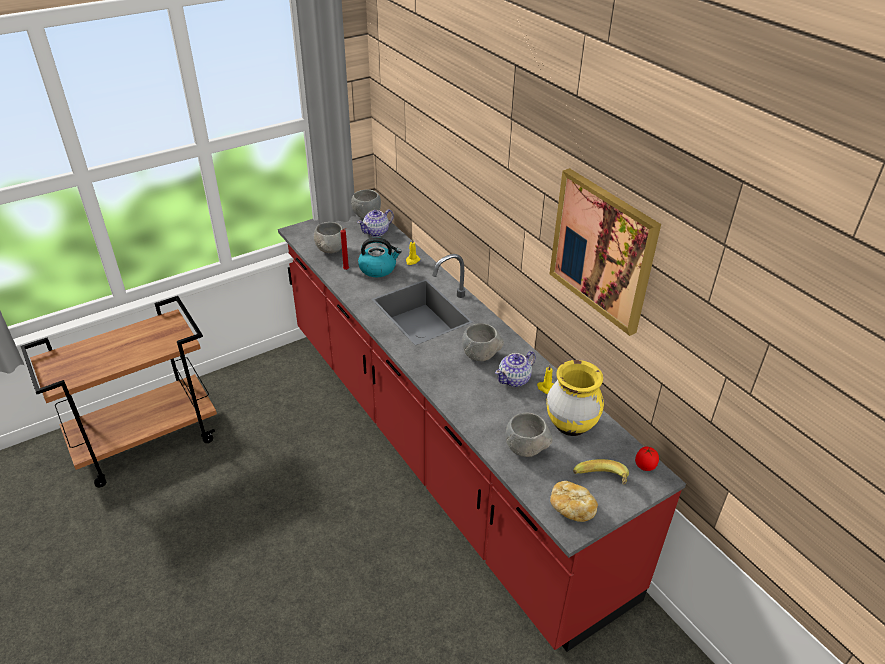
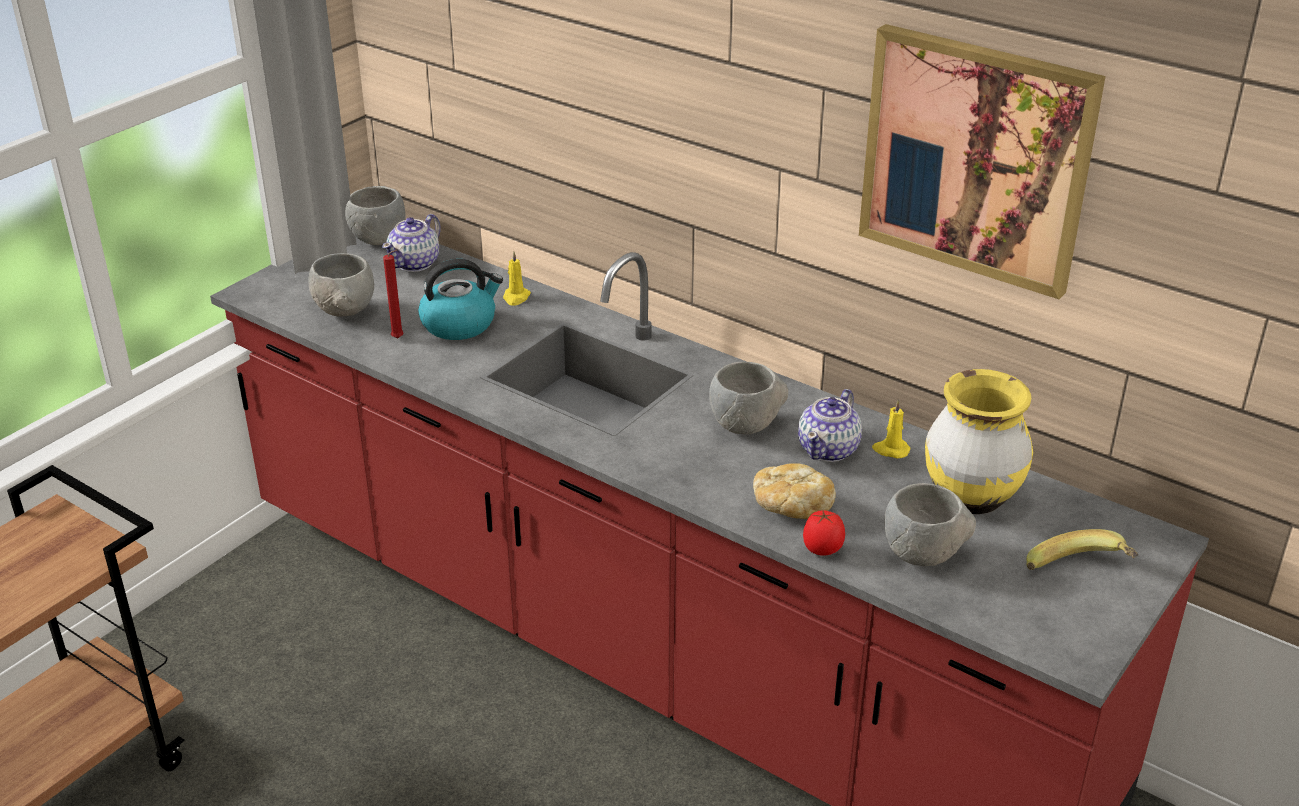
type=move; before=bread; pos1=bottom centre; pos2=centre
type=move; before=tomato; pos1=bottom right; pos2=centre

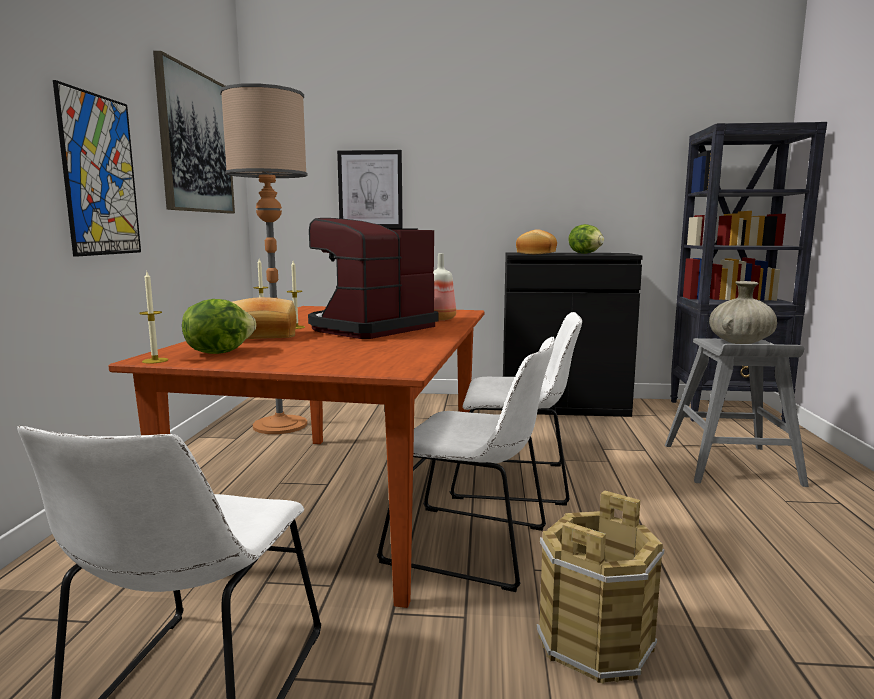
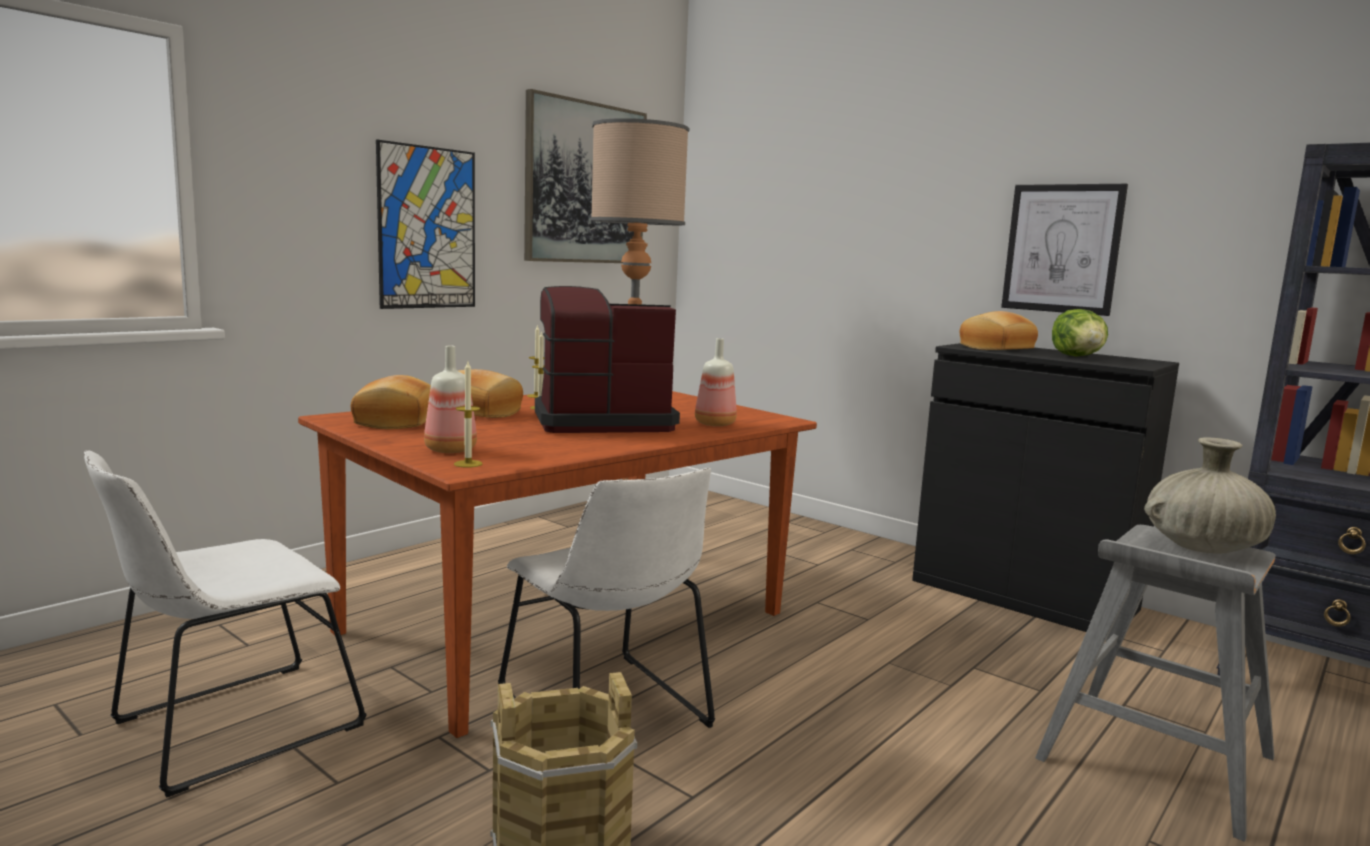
type=move; before=candle (1st from left); pos1=middle left; pos2=centre
type=replace; before=lettuce (1st from left); after=bread (1st from left); pos1=middle left; pos2=middle left
type=move; before=picture (3rd from left); pos1=top centre; pos2=top right
type=delete; before=white chair (3rd from left); pos1=centre
type=insert; after=bottle (1st from left); pos2=middle left

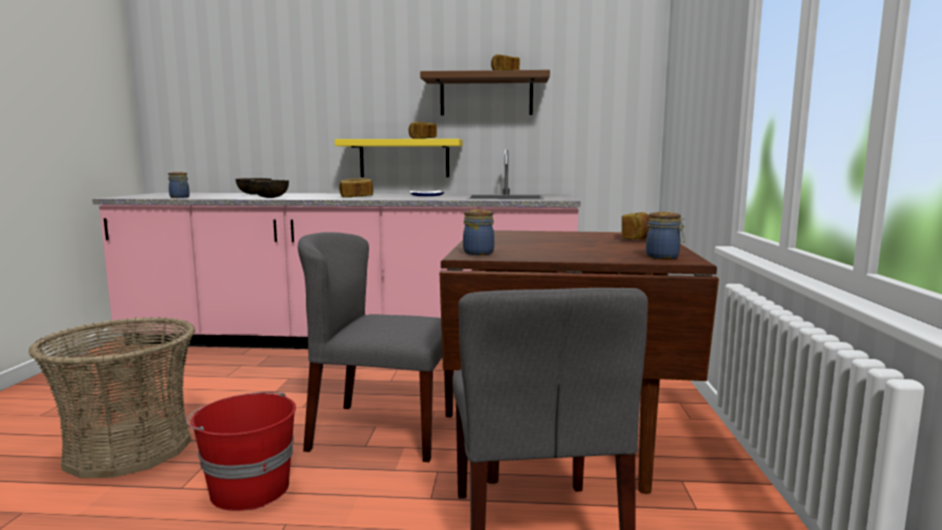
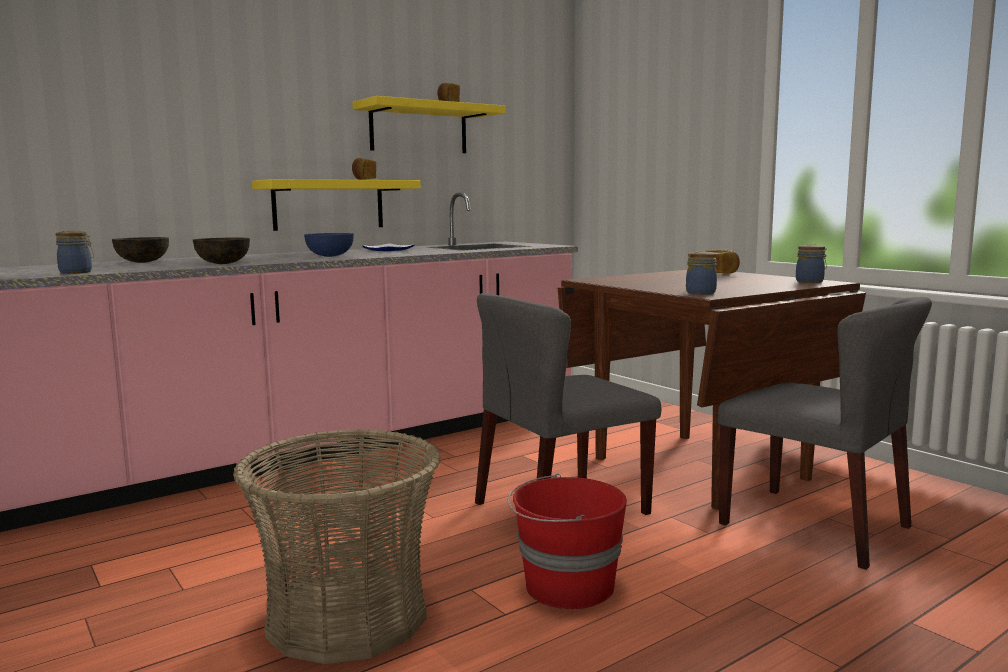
type=replace; before=bread (1st from left); after=blue bowl; pos1=centre; pos2=middle left
type=recolor; before=brown shelf; after=yellow shelf (2nd from left); pos1=top centre; pos2=top centre

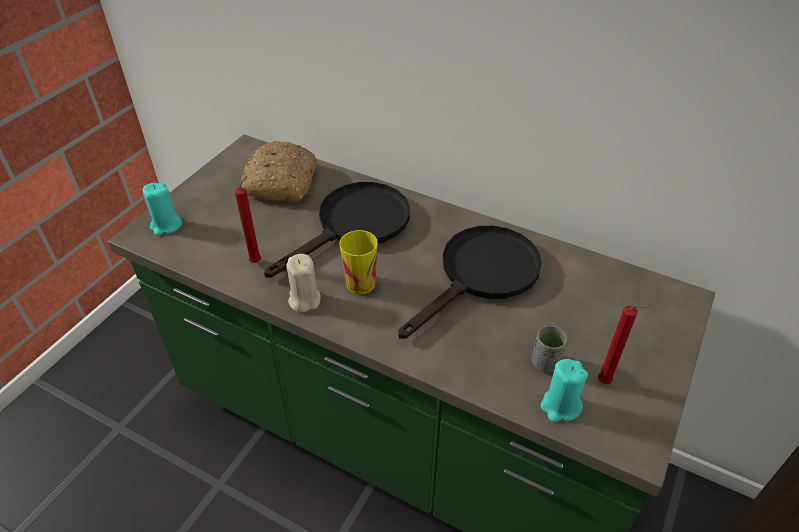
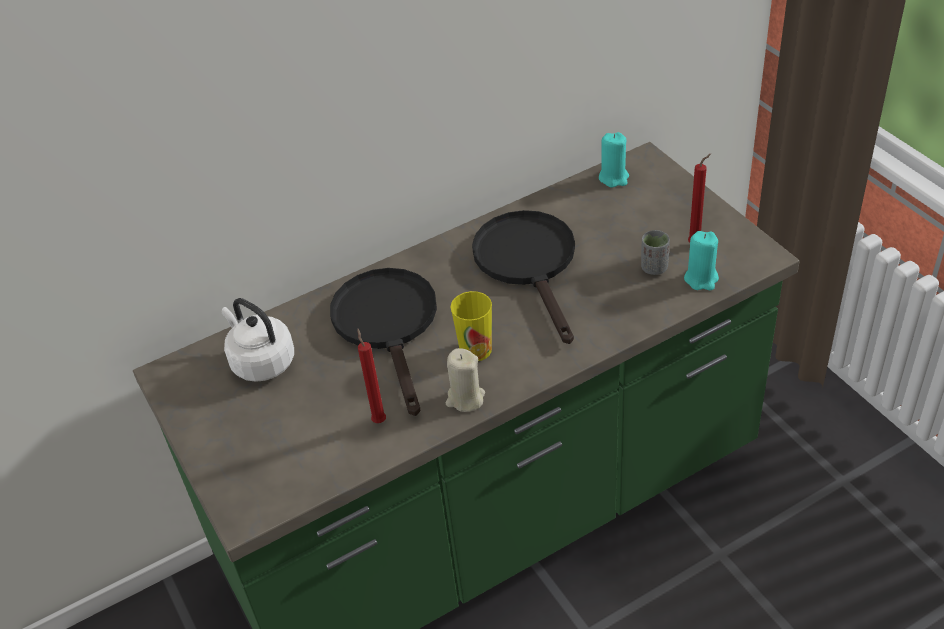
type=move; before=turquoise candle (1st from left); pos1=middle left; pos2=top centre
type=replace; before=bread; after=white kettle; pos1=top centre; pos2=middle left

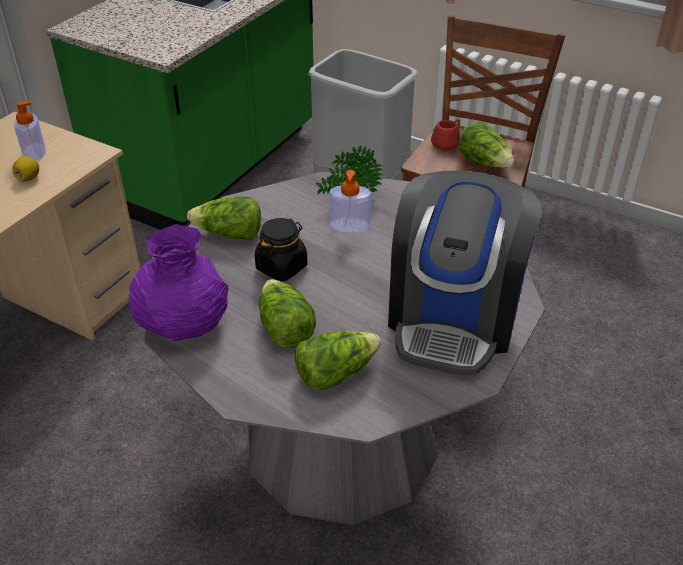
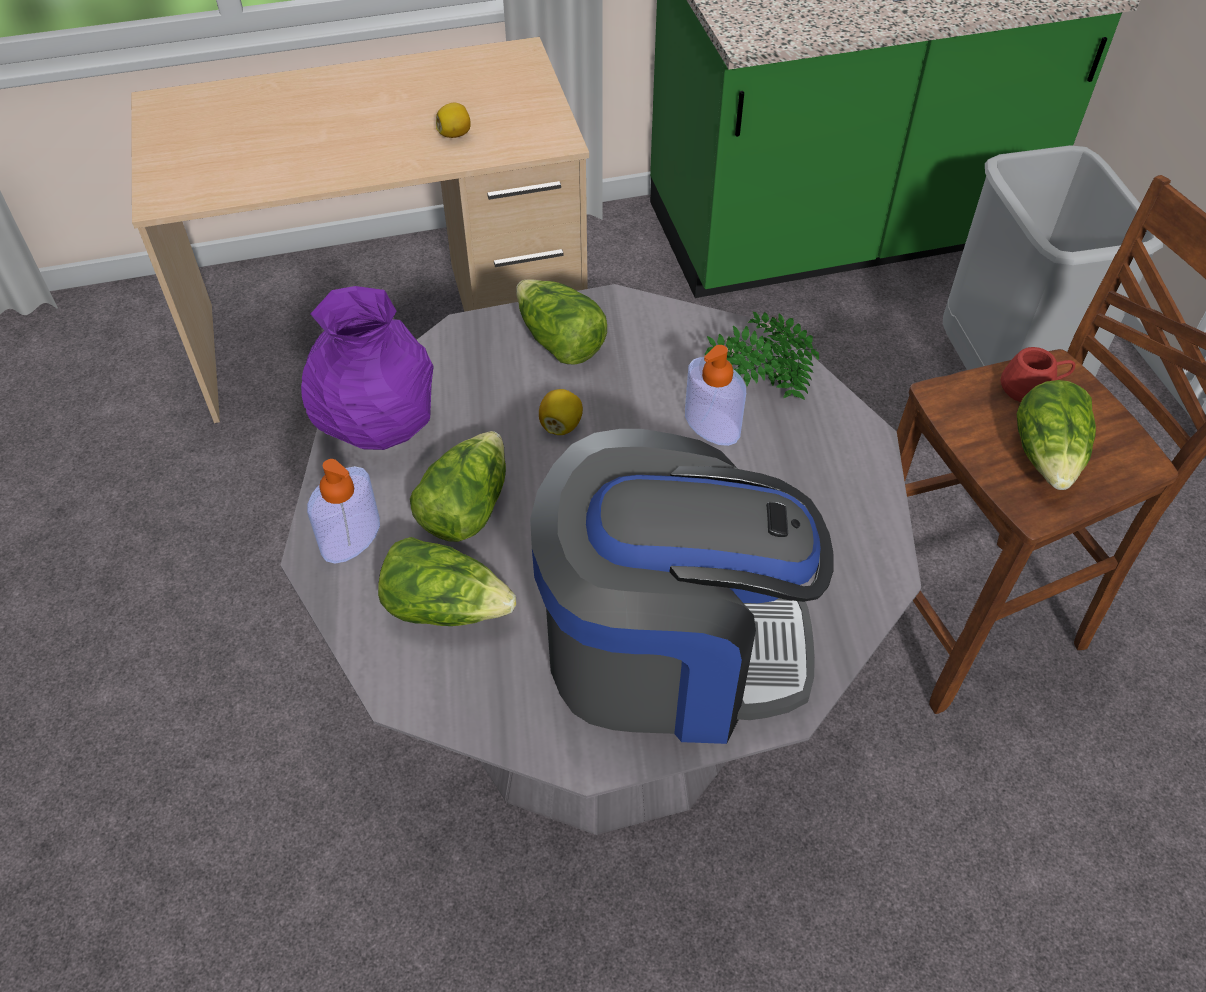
type=move; before=soap dispenser (1st from left); pos1=top left; pos2=middle left
type=replace; before=black jar; after=lemon (2nd from left); pos1=centre; pos2=centre
type=rotate; before=coffee machine; pos1=middle right; pos2=centre; turn=-150

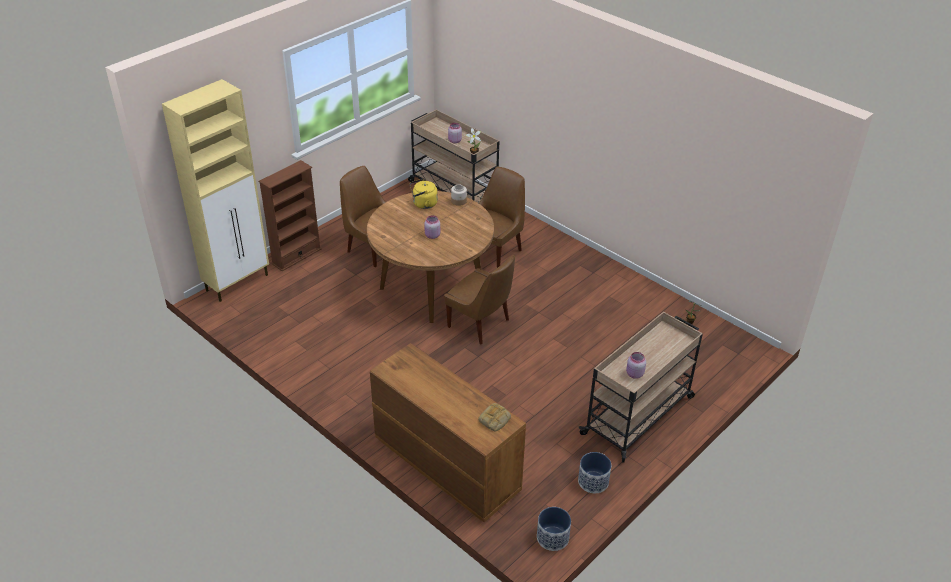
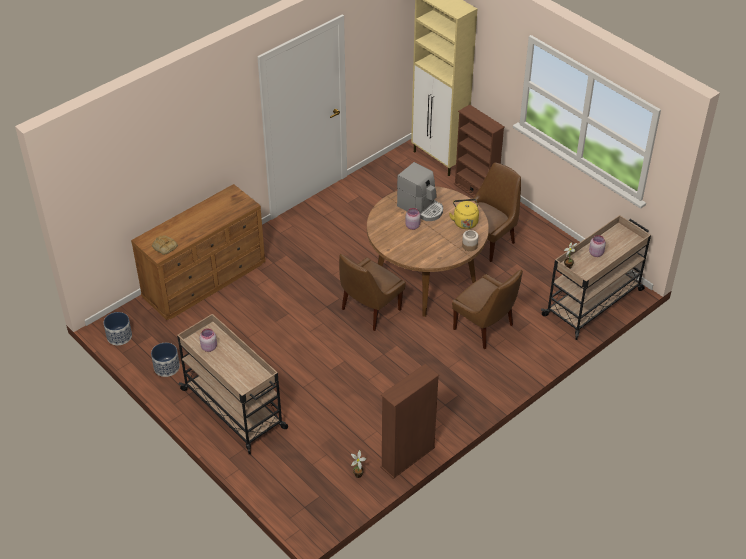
type=insert; after=brown bookcase (1st from left); pos2=bottom centre
type=insert; after=coffee machine; pos2=centre

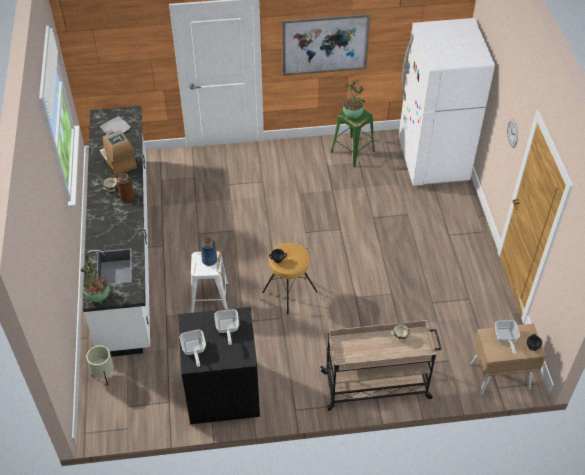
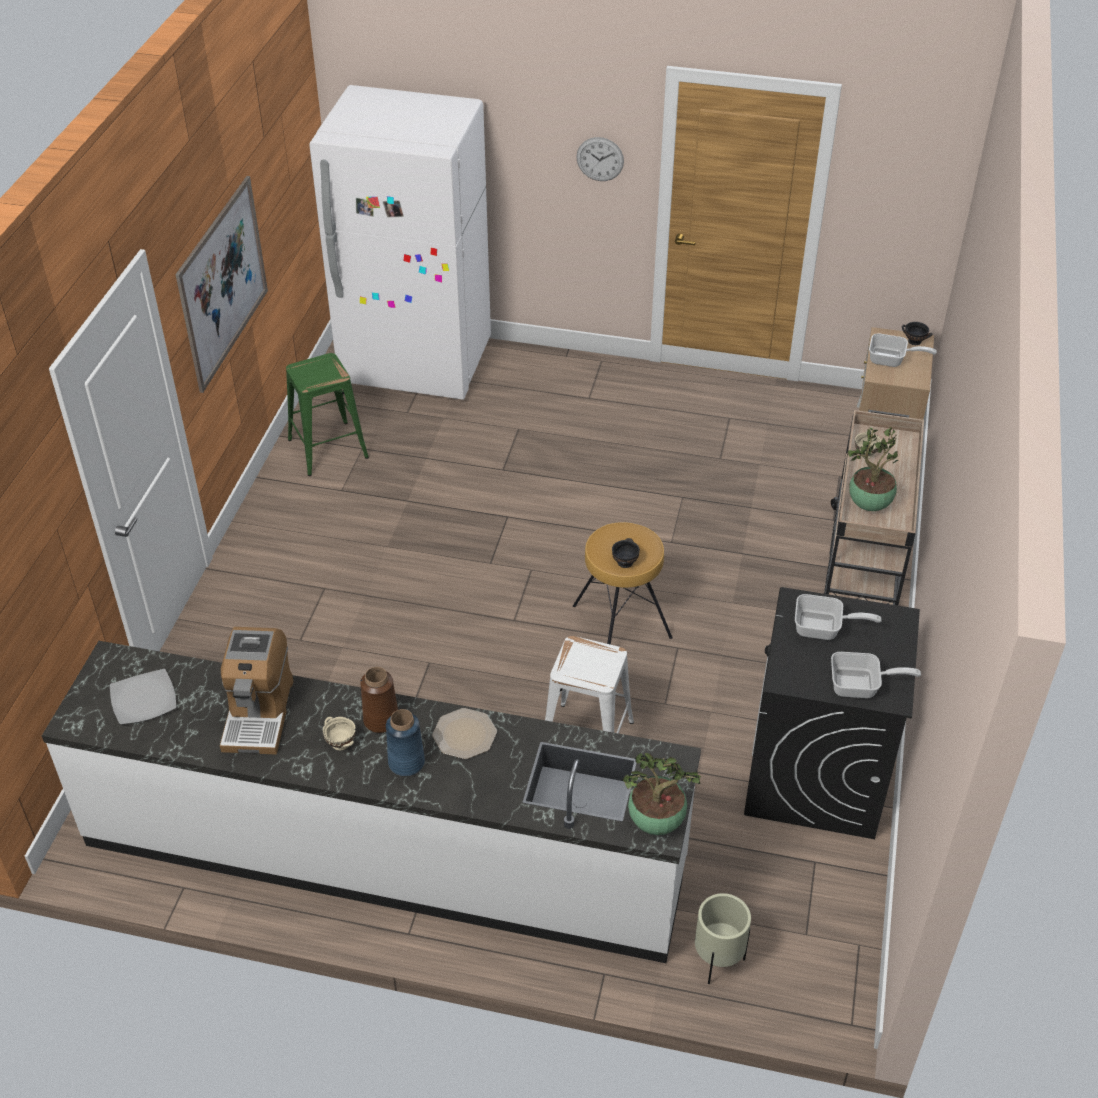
type=rotate; before=coffee machine; pos1=top left; pos2=middle left; turn=-75
type=move; before=blue vase; pos1=centre; pos2=bottom centre
type=move; before=potted plant (2nd from left); pos1=top centre; pos2=middle right
type=insert; after=plate (2nd from left); pos2=bottom centre

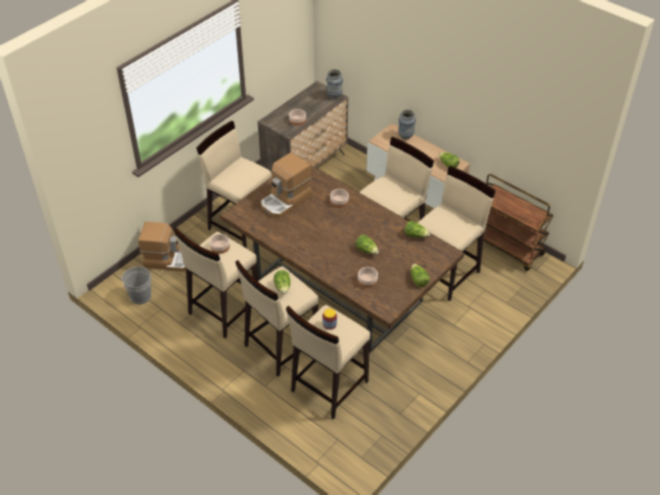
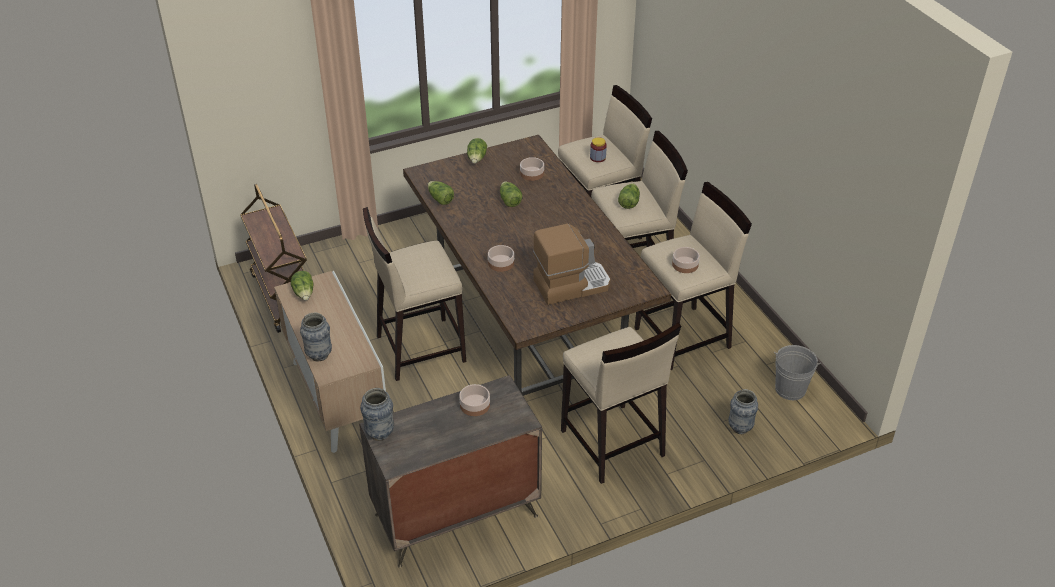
type=replace; before=coffee machine (1st from left); after=vase (3rd from left); pos1=middle left; pos2=bottom right
type=delete; before=beige stool (6th from left); pos1=middle right

